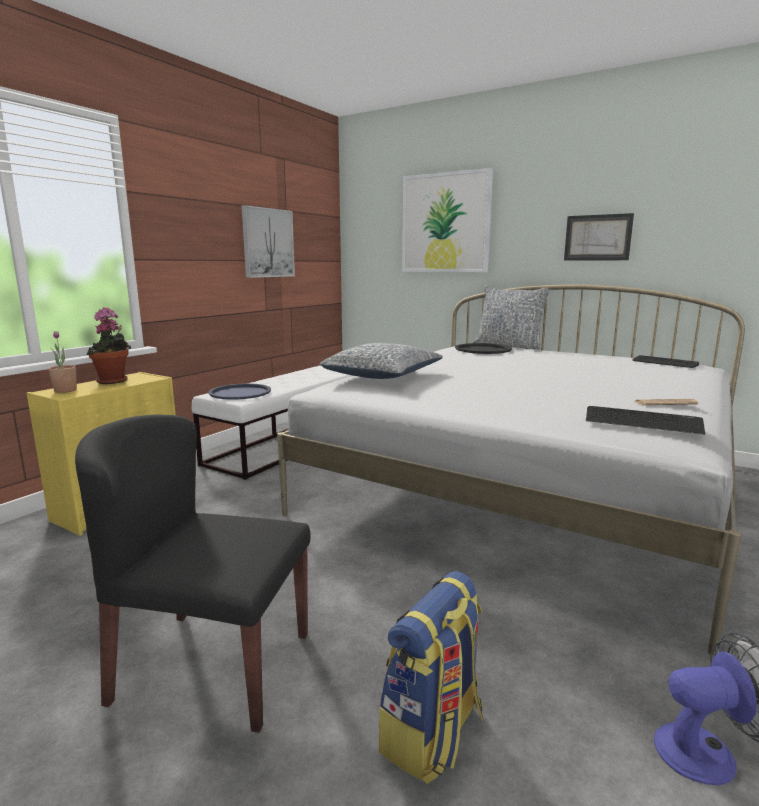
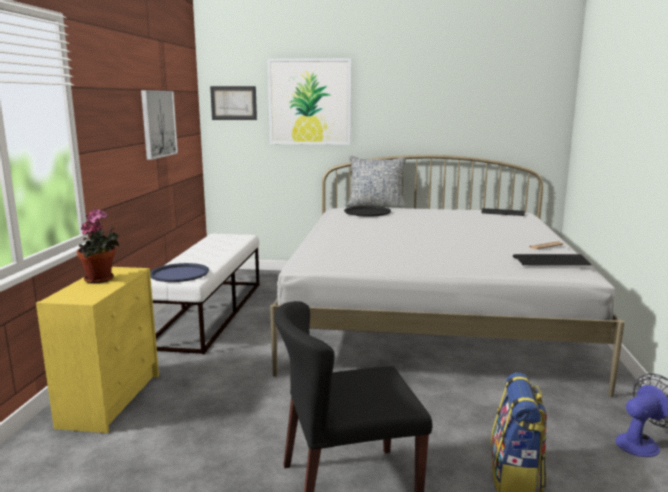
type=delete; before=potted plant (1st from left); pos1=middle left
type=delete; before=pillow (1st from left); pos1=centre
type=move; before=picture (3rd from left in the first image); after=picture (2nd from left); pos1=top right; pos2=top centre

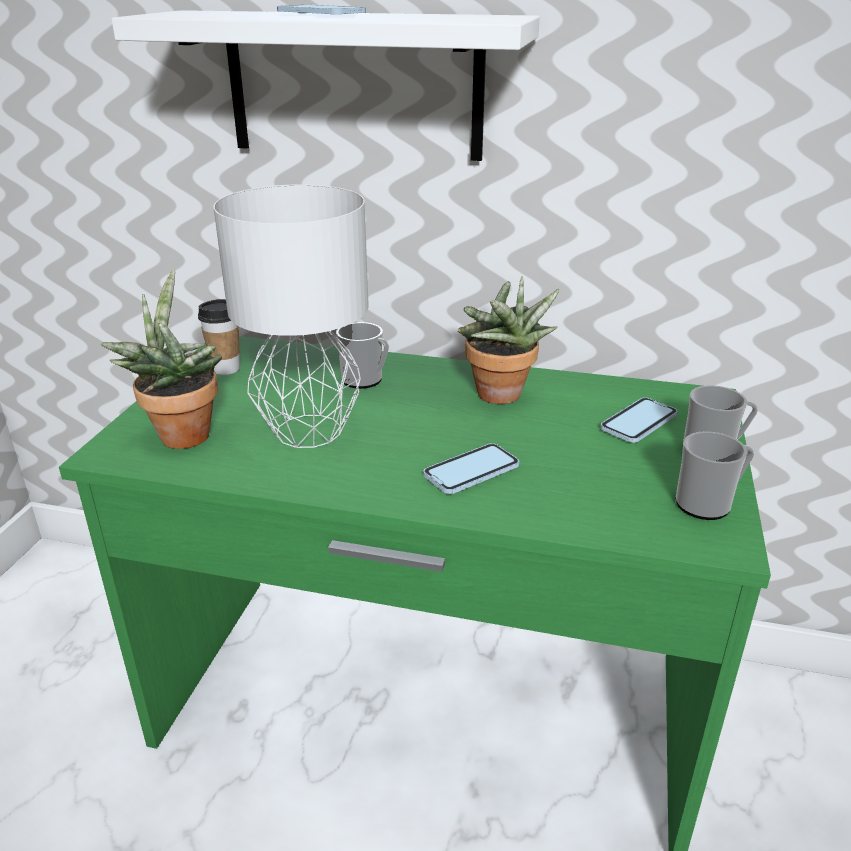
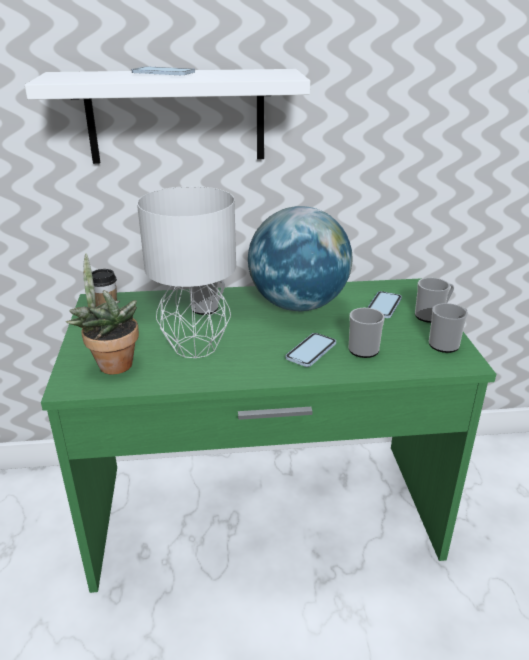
type=replace; before=potted plant (2nd from left); after=globe; pos1=centre; pos2=centre
type=insert; after=mug (2nd from left); pos2=middle right

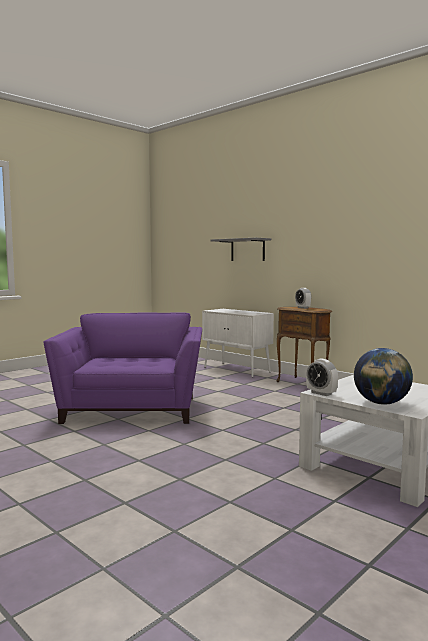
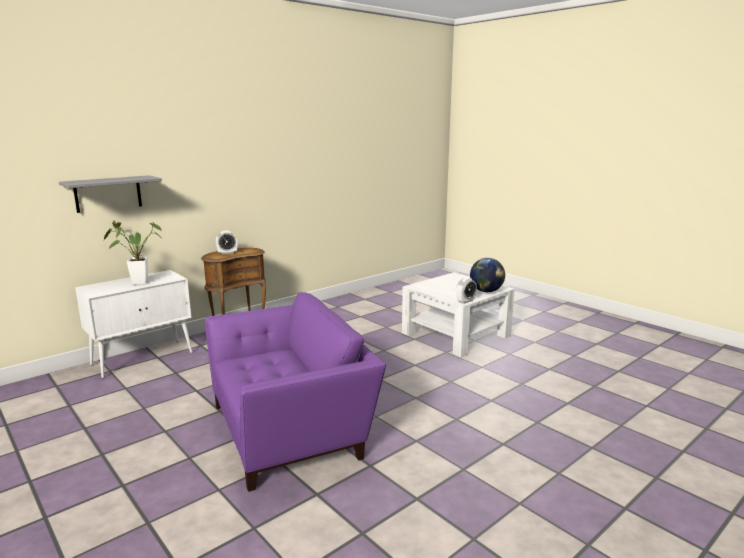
type=rotate; before=purple armchair; pos1=middle left; pos2=bottom centre; turn=150
type=insert; after=potted plant; pos2=middle left

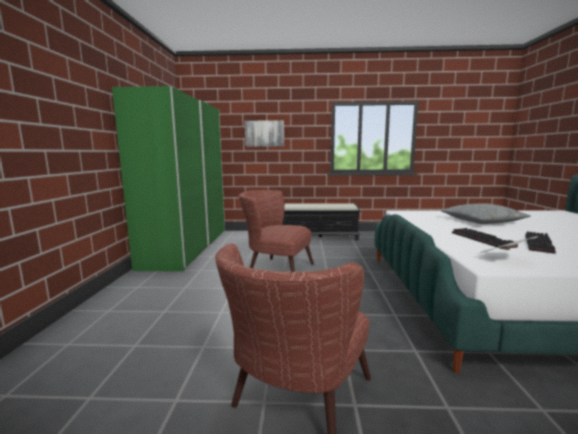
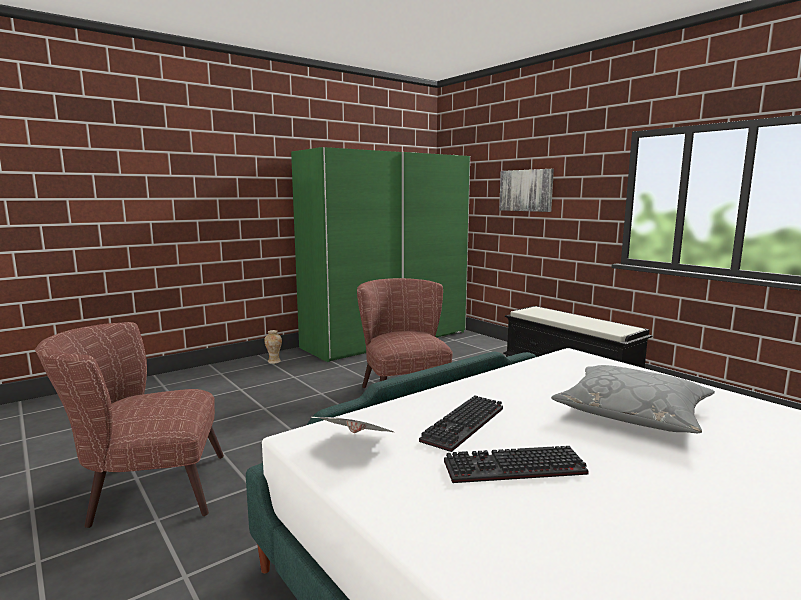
type=insert; after=vase; pos2=centre

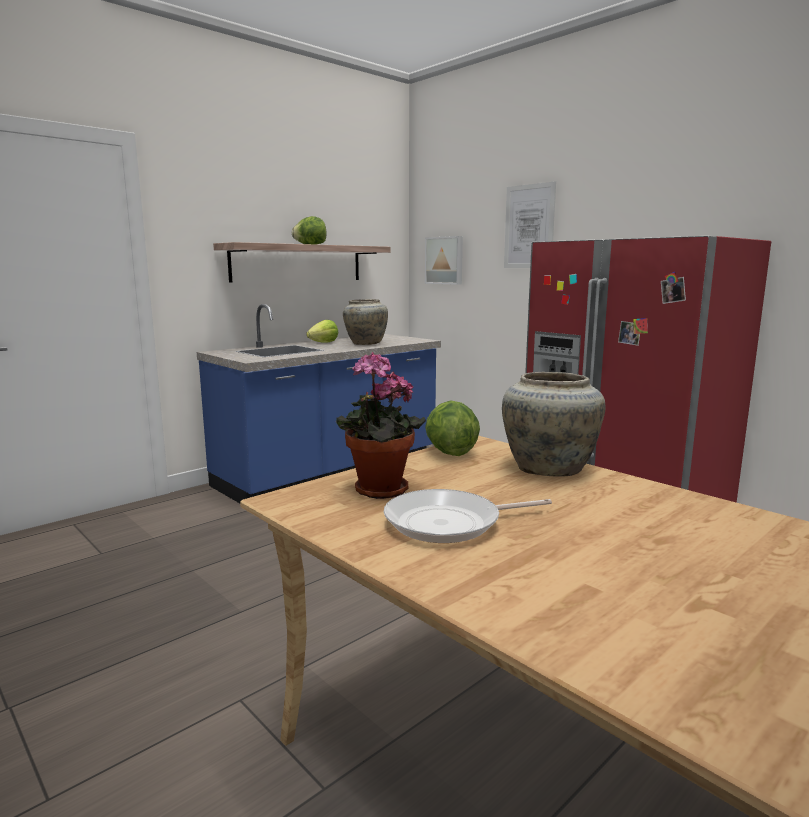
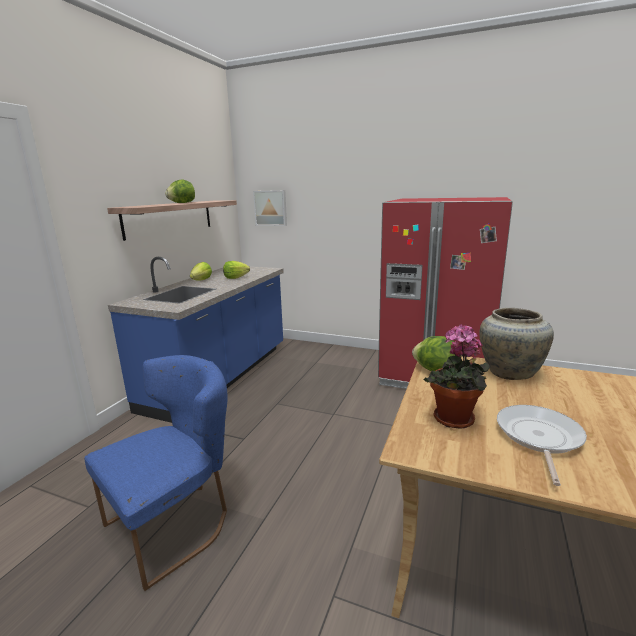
type=replace; before=beige vase (1st from left); after=lettuce (3rd from left); pos1=centre; pos2=centre
type=rotate; before=frying pan; pos1=centre; pos2=bottom right; turn=150
type=delete; before=picture (2nd from left); pos1=top centre
type=insert; after=blue chair; pos2=bottom left

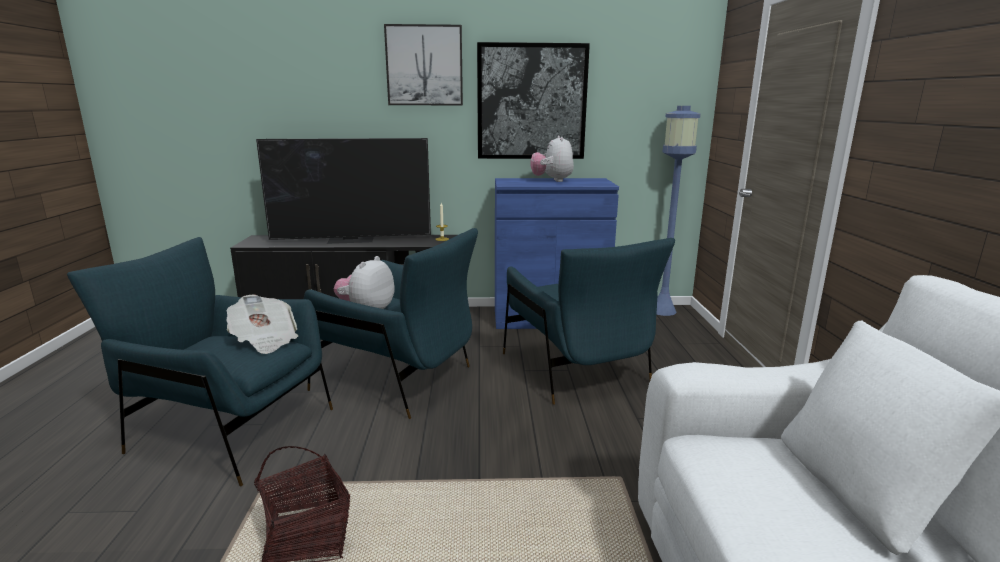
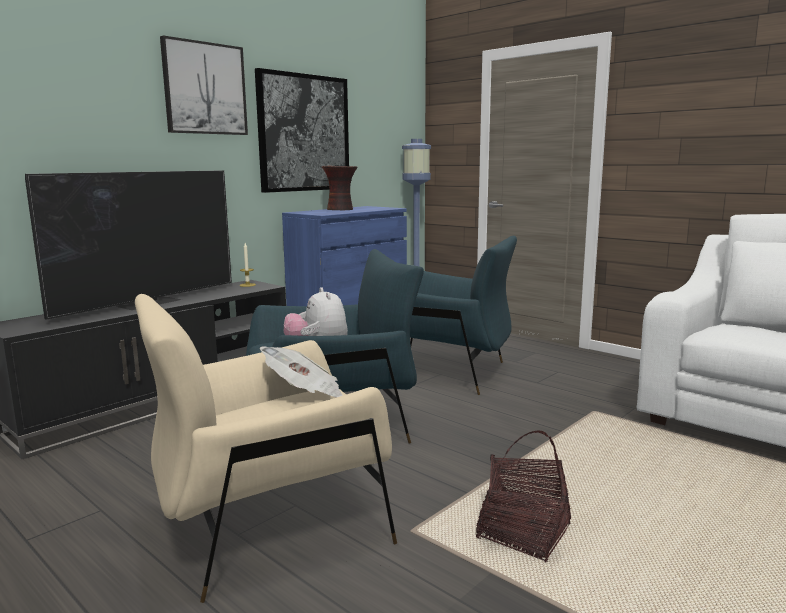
type=recolor; before=blue armchair (1st from left); after=beige armchair; pos1=middle left; pos2=bottom centre
type=replace; before=plush toy (2nd from left); after=vase; pos1=top centre; pos2=top centre

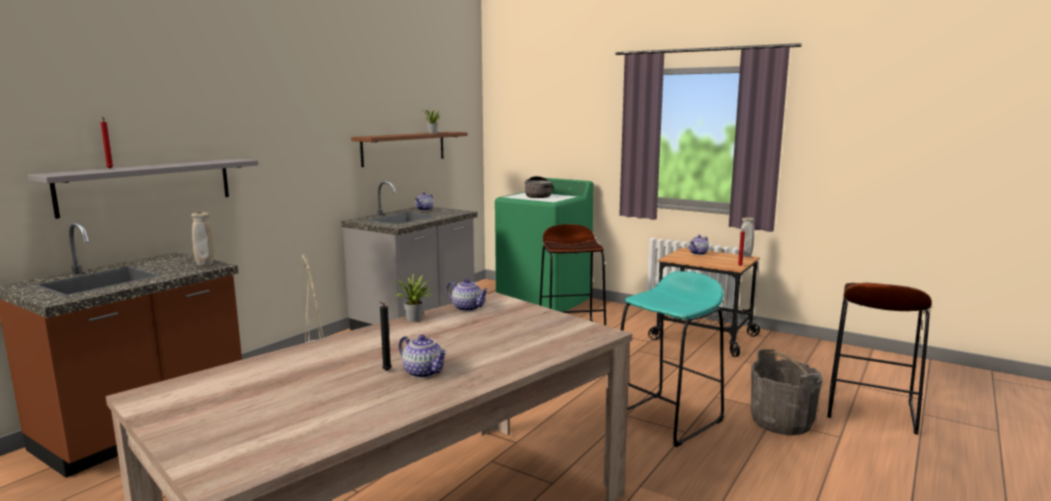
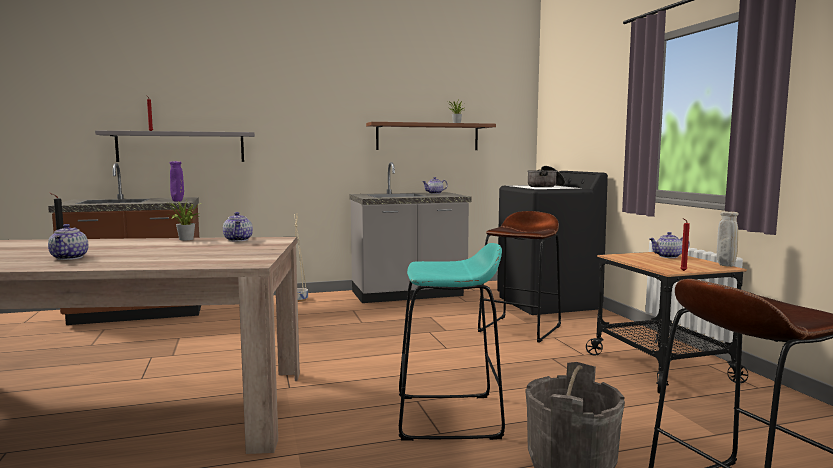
type=recolor; before=beige vase (1st from left); after=purple vase; pos1=middle left; pos2=middle left
type=recolor; before=green washing machine; after=black washing machine; pos1=centre; pos2=centre

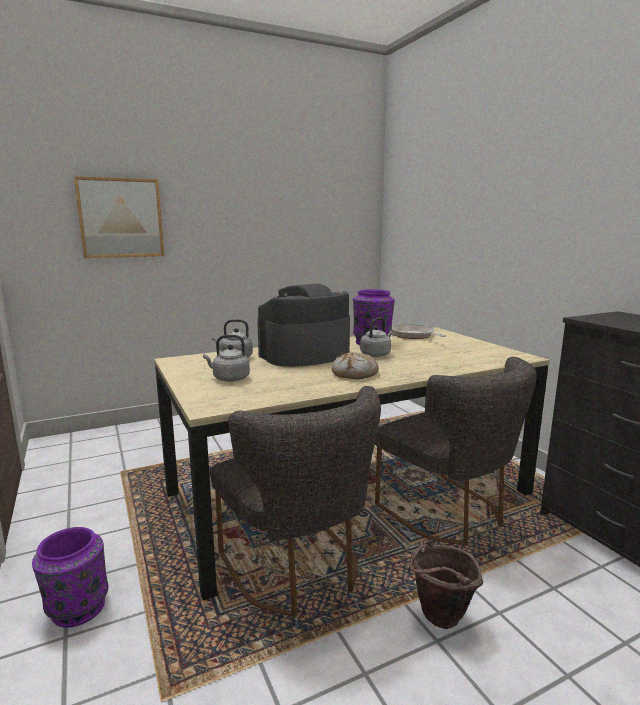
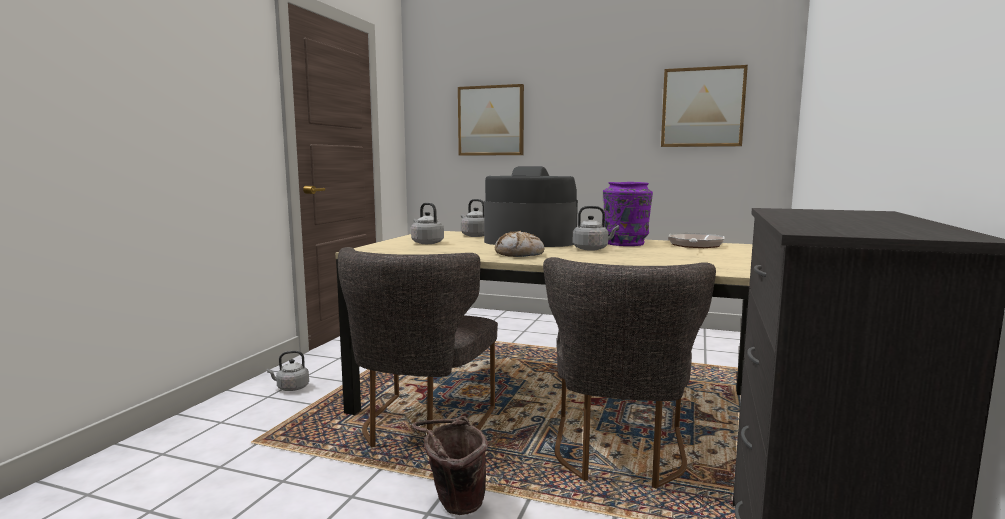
type=replace; before=purple vase (1st from left); after=grey kettle (1st from left); pos1=bottom left; pos2=bottom left
type=insert; after=picture (2nd from left); pos2=top right

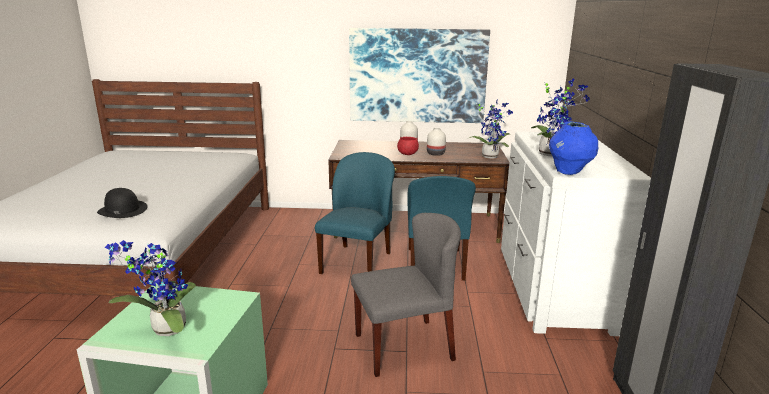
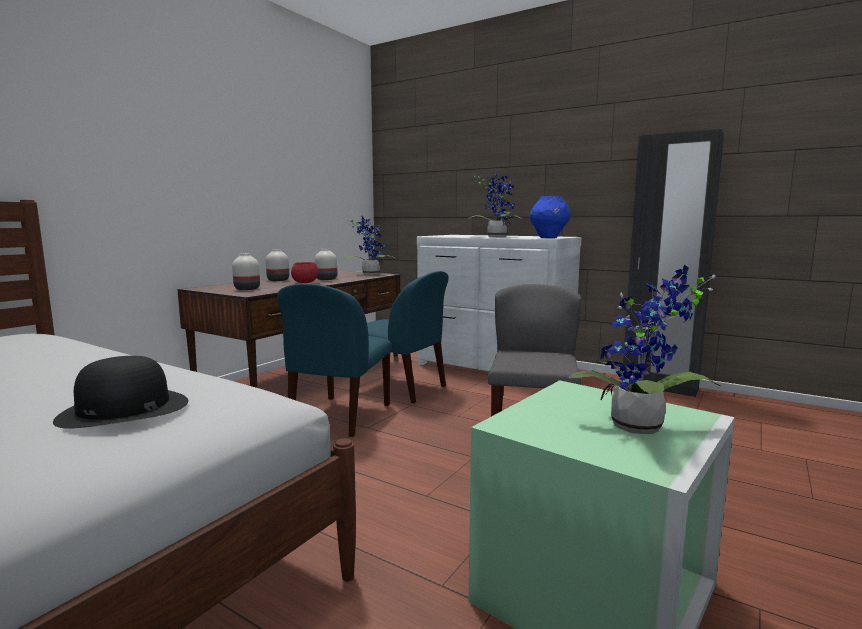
type=rotate; before=blue chair (1st from left); pos1=centre; pos2=centre; turn=-120
type=delete; before=picture; pos1=top centre
type=insert; after=white vase (1st from left); pos2=middle left

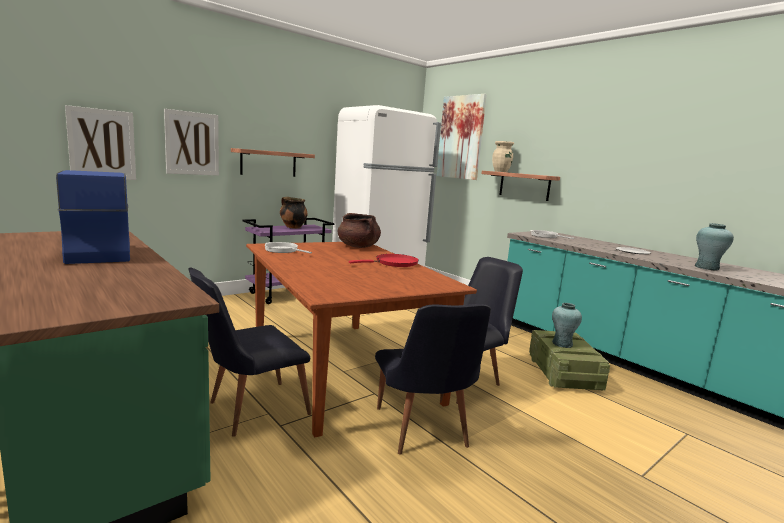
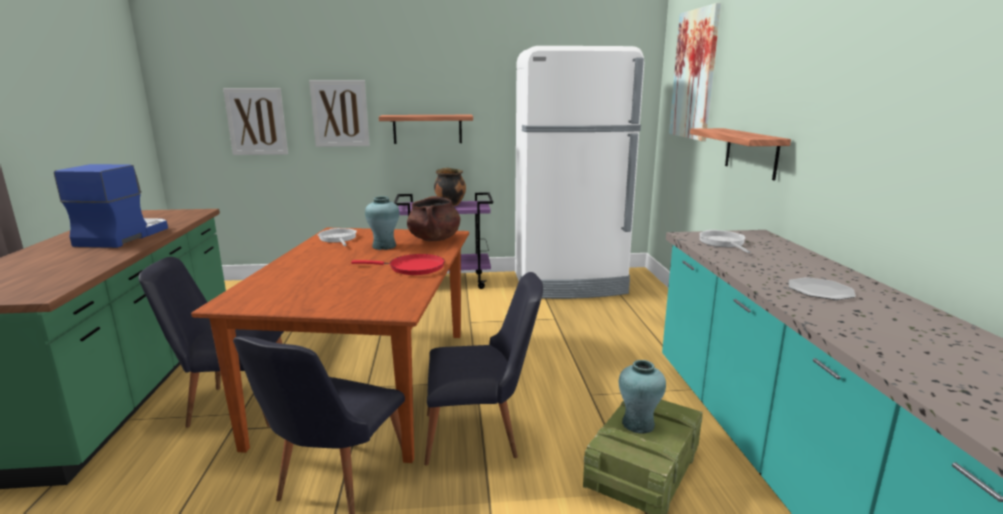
type=delete; before=beige vase; pos1=top centre
type=move; before=turquoise vase (2nd from left in the first image); after=turquoise vase (1st from left); pos1=middle right; pos2=centre

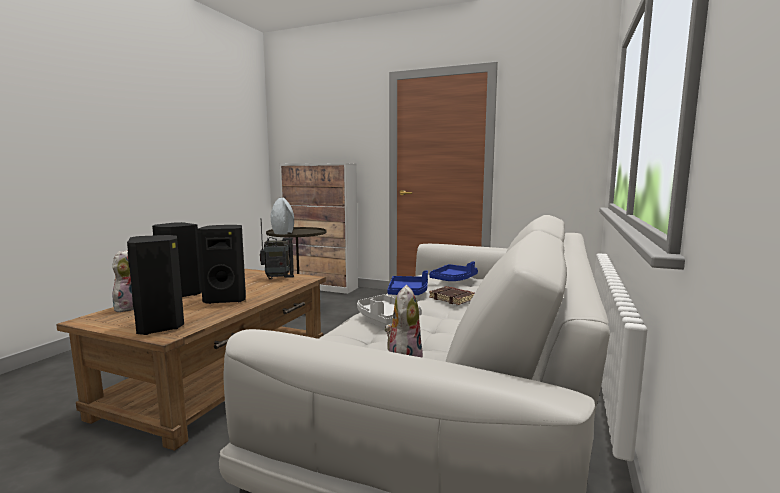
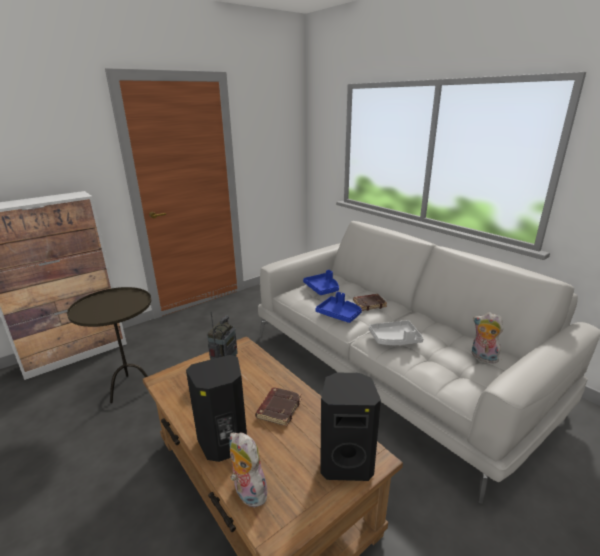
type=replace; before=black speaker (3rd from left); after=brown book (1st from left); pos1=middle left; pos2=bottom centre
type=delete; before=grey vase; pos1=centre

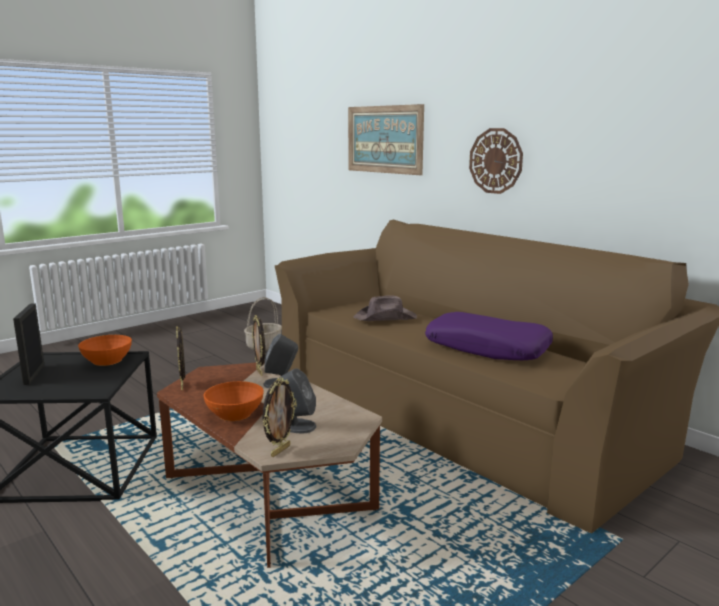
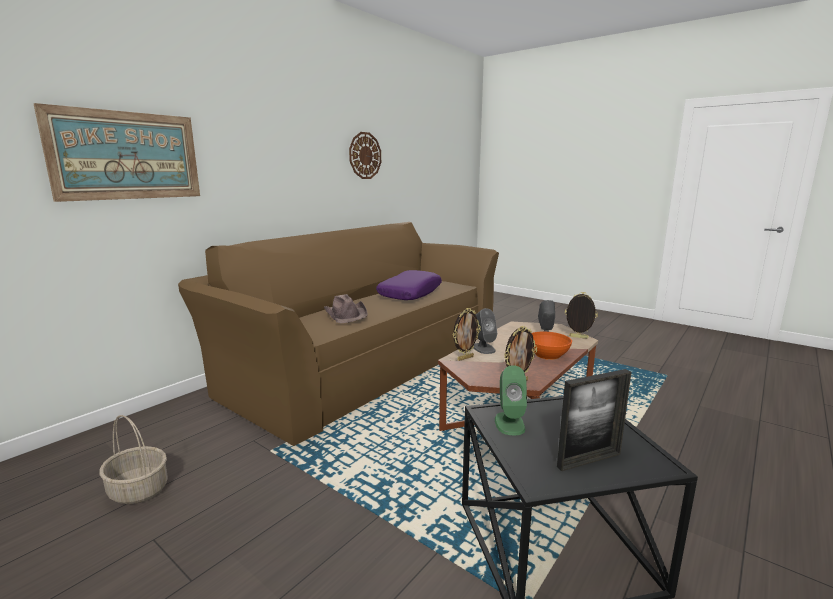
type=replace; before=orange bowl (1st from left); after=green speaker; pos1=middle left; pos2=bottom centre
type=move; before=wall clock; pos1=top right; pos2=top centre

